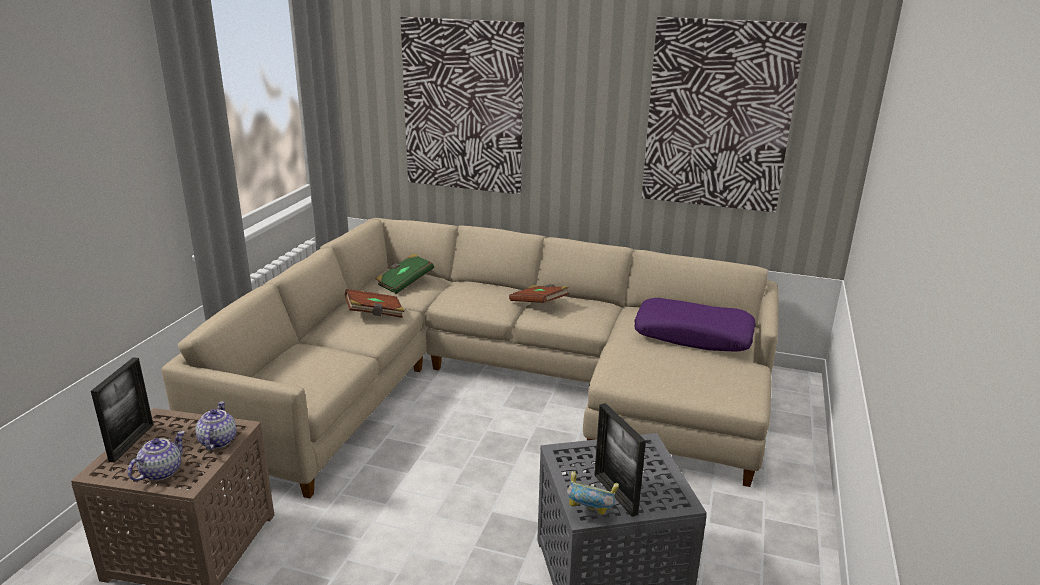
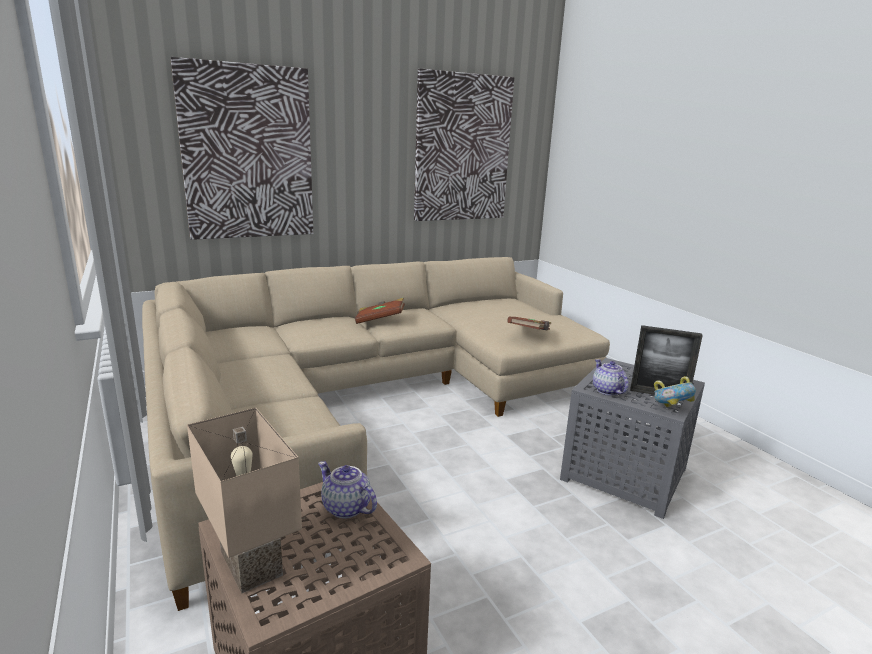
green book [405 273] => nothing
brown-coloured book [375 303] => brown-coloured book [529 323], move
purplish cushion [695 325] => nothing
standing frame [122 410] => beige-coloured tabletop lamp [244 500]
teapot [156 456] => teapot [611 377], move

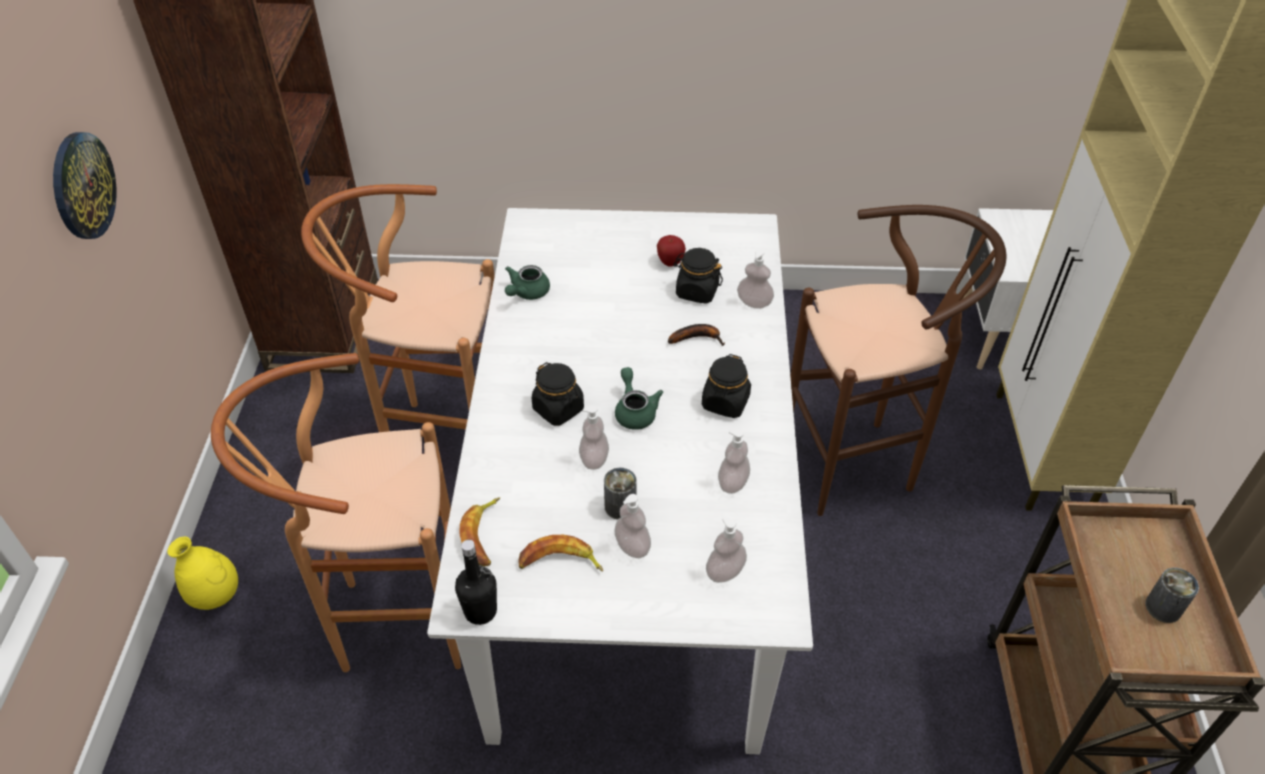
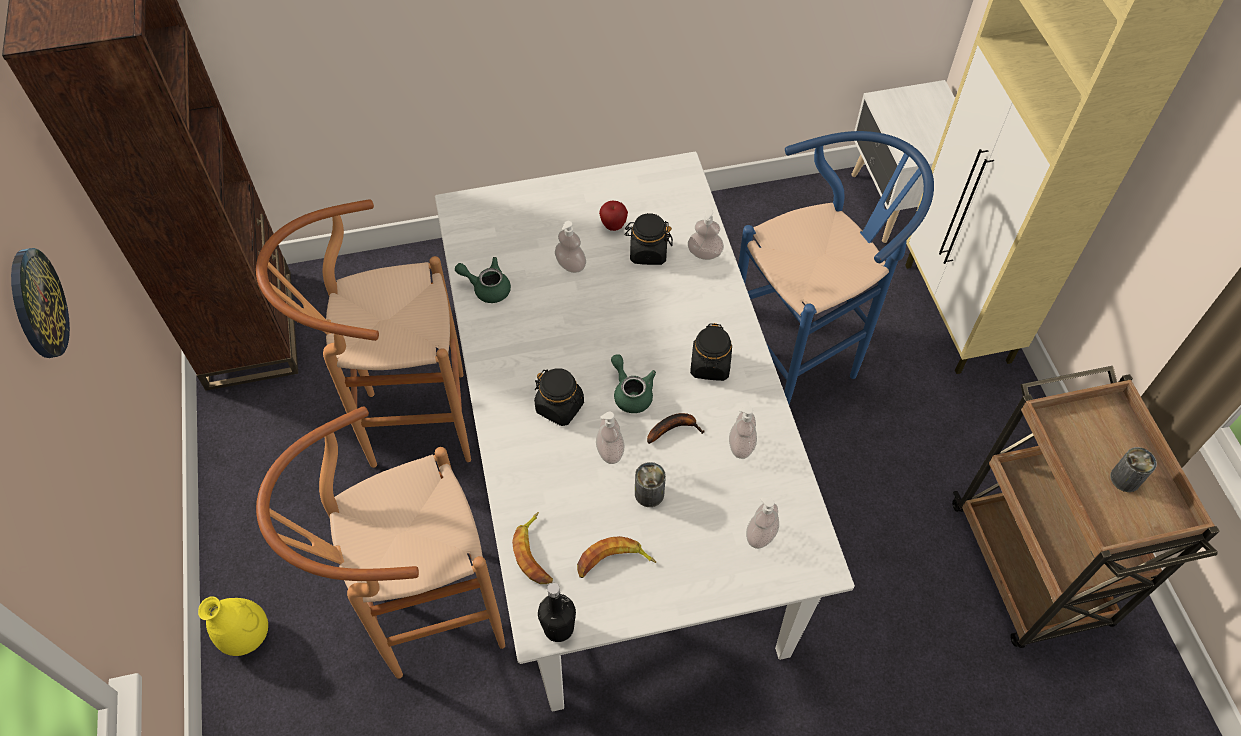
brown-coloured stool seat [898 360] => blue-coloured stool seat [836 268]
green teapot [527 282] => green teapot [483 280], 90 degrees clockwise
banana [696 335] => banana [676 428], move
soap dispenser [632 526] => soap dispenser [570 247], move

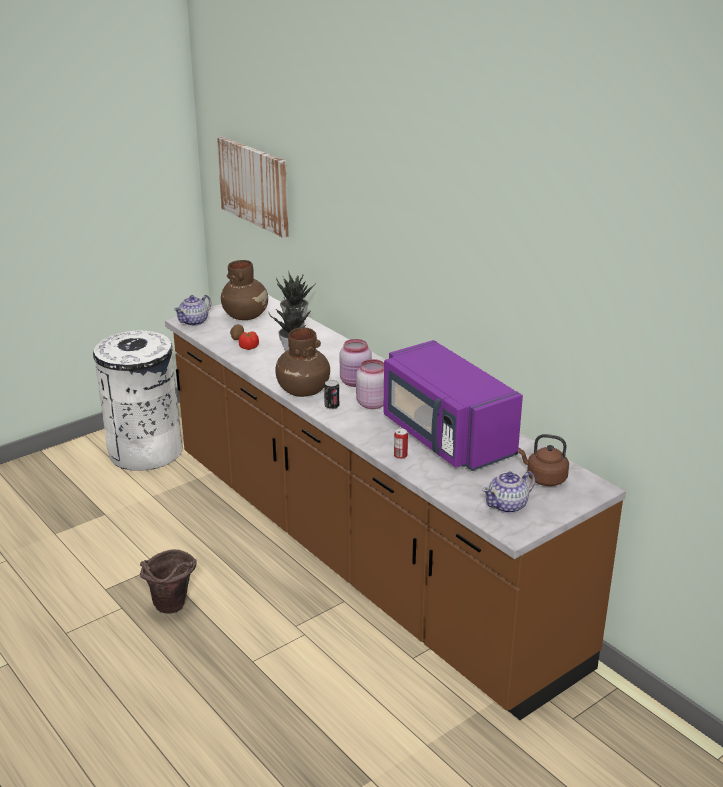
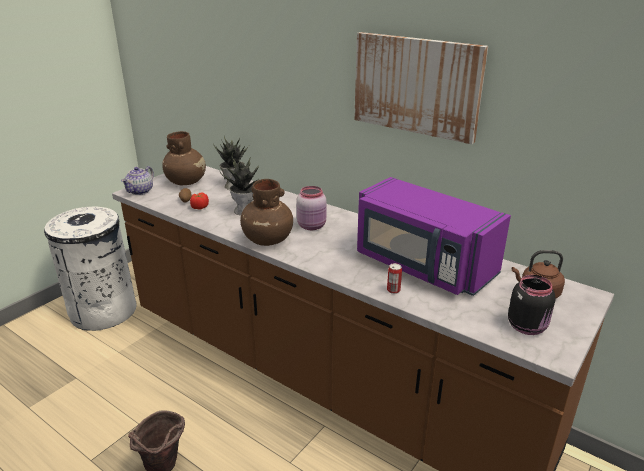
wall picture [253 187] => wall picture [421 88], move
pink storage jar [370 384] => nothing
sealed can [331 395] => nothing
teapot [508 492] => black storage jar [532 305]

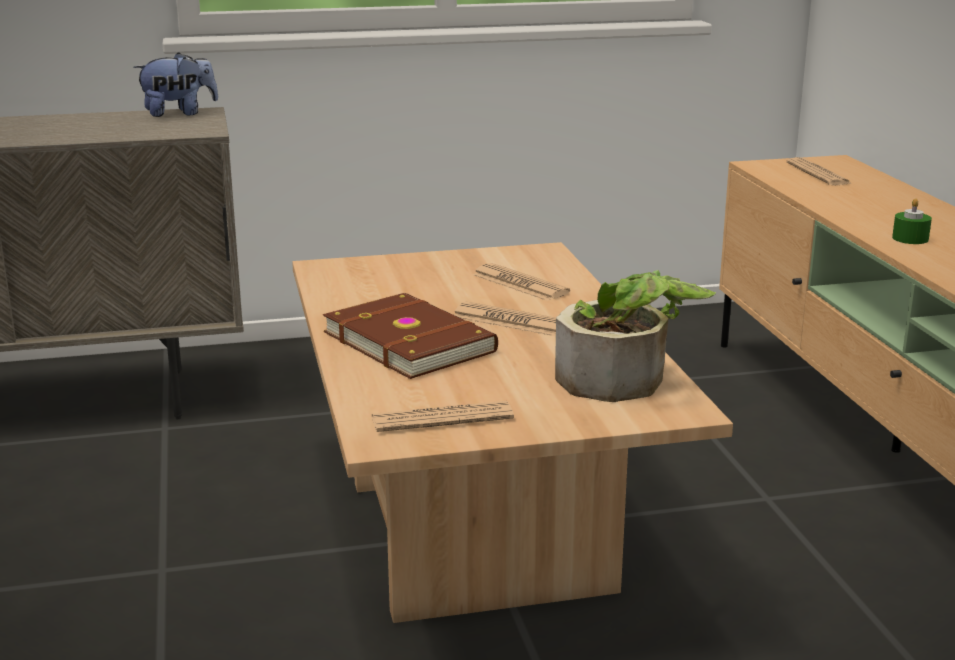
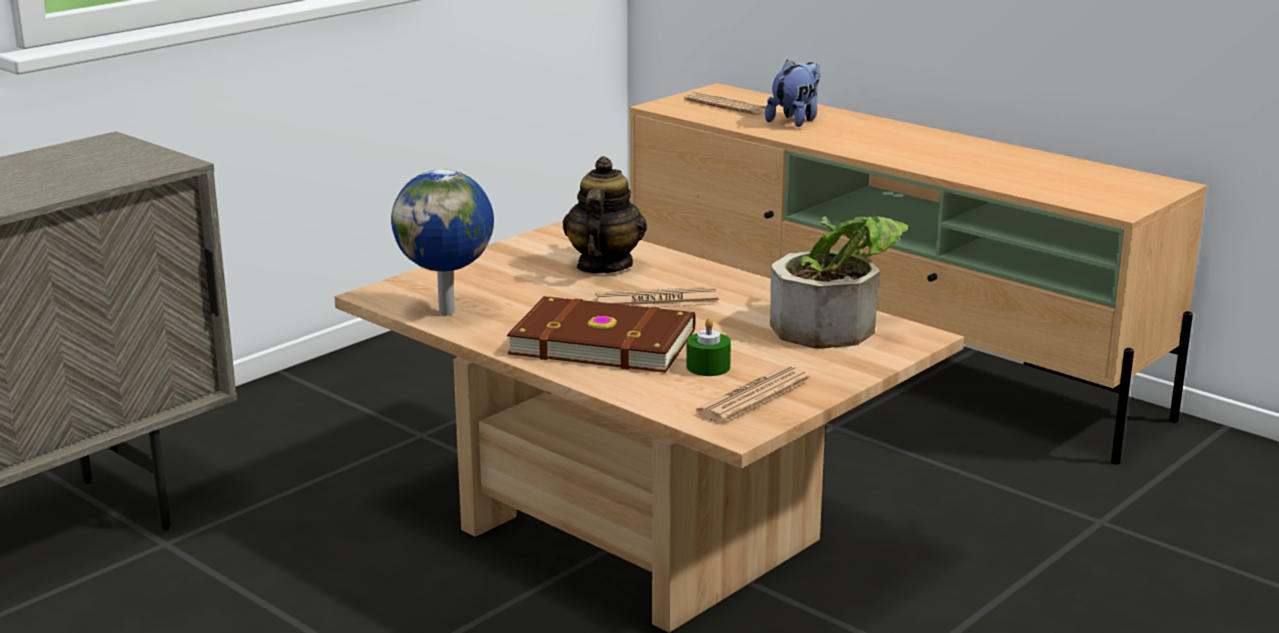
soft toy [175 84] => soft toy [792 93], move
green wax candle [912 221] => green wax candle [708 347], move
daily paper [521 282] => teapot [605 215]
nothing => world globe [442 242]

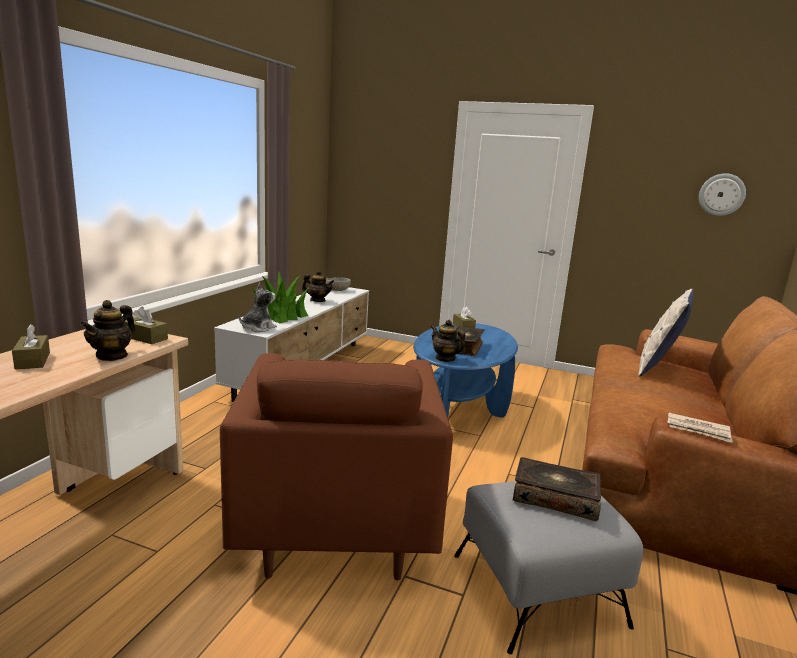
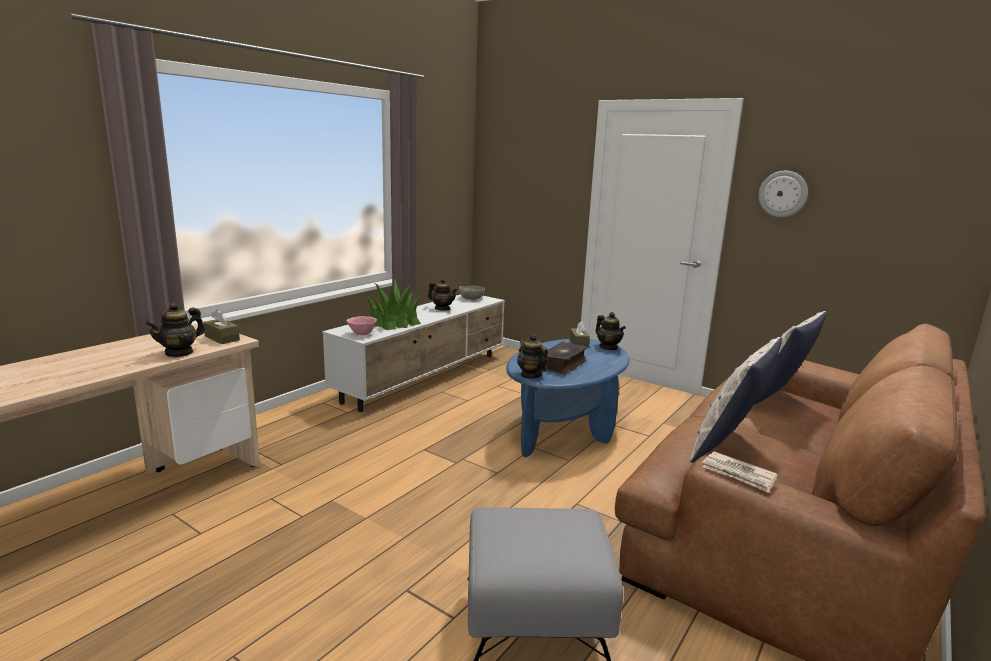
hanging clock [722 194] => hanging clock [783 194], move
soft toy [257 307] => pink bowl [361 325]
brown-coloured box of tissues [31 347] => nothing
brown-coloured armchair [336 466] => nothing
book [557 489] => nothing
nothing => teapot [610 331]
nothing => cushion [736 400]

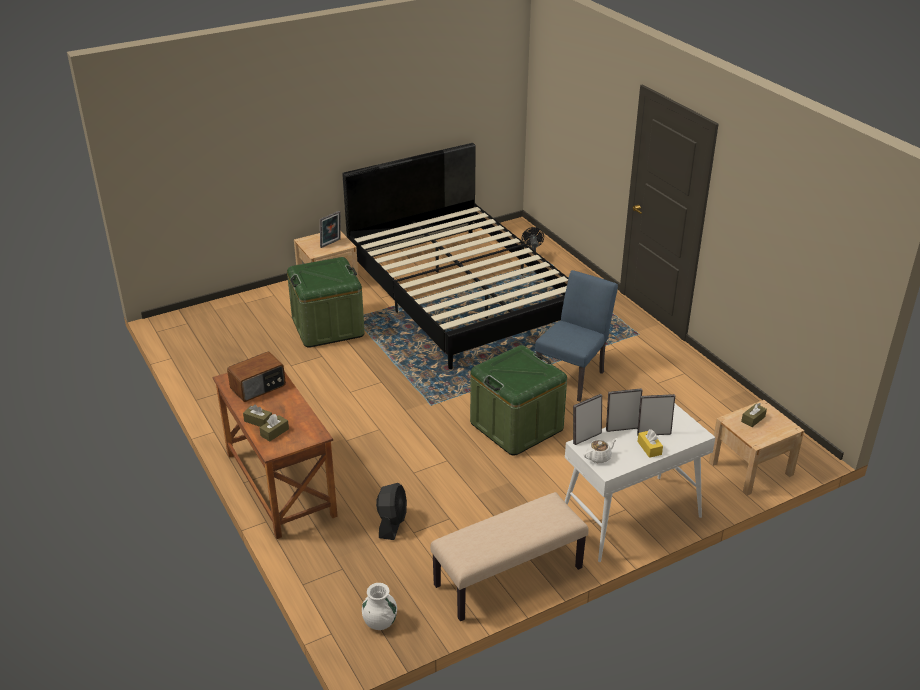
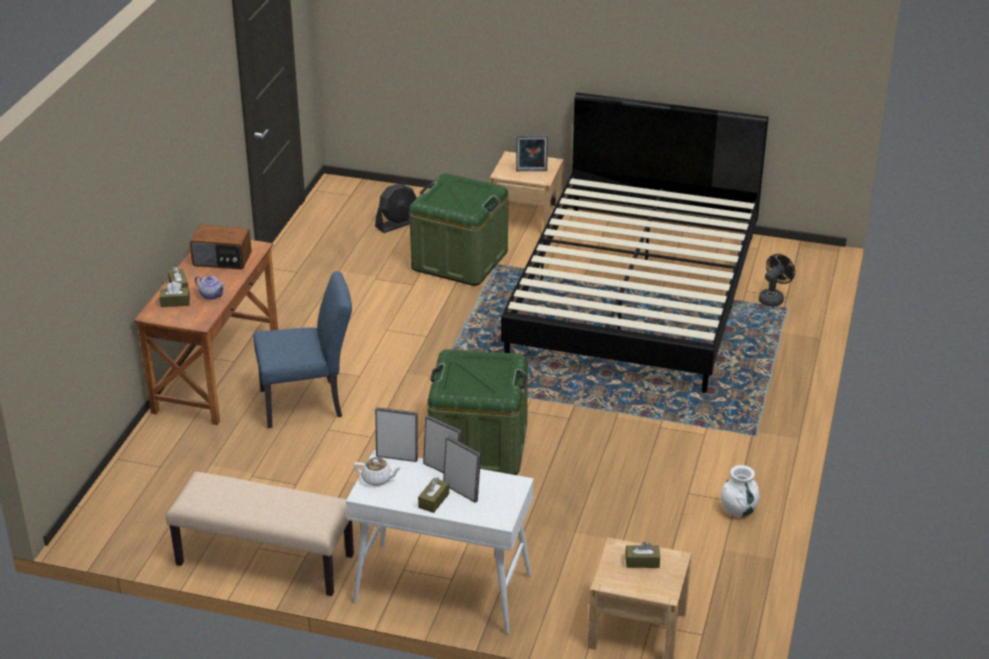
blue-coloured upright chair [576 336] => blue-coloured upright chair [303 349], move
yellow box of tissues [650 443] => brown-coloured box of tissues [433 495]
black electric fan [391 511] => black electric fan [396 208], move
whitish flower vase [379 606] => whitish flower vase [740 491], move
nothing => teapot [210 288]

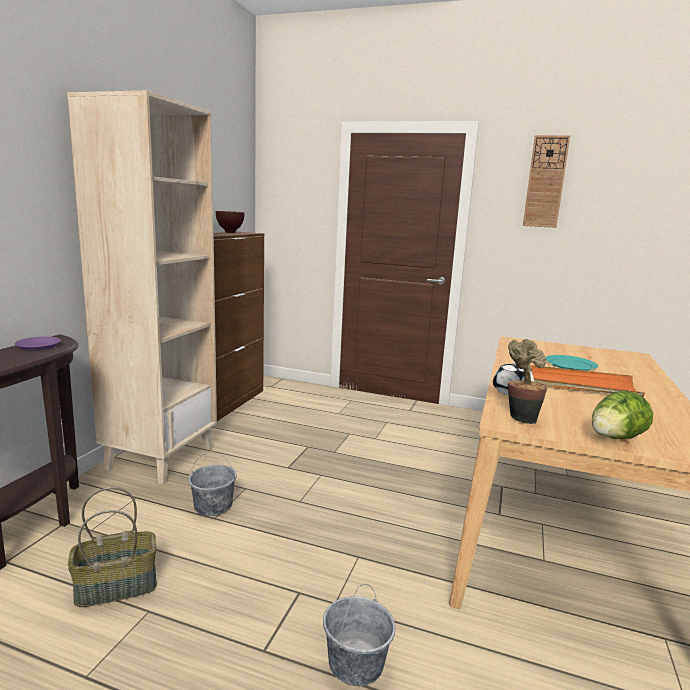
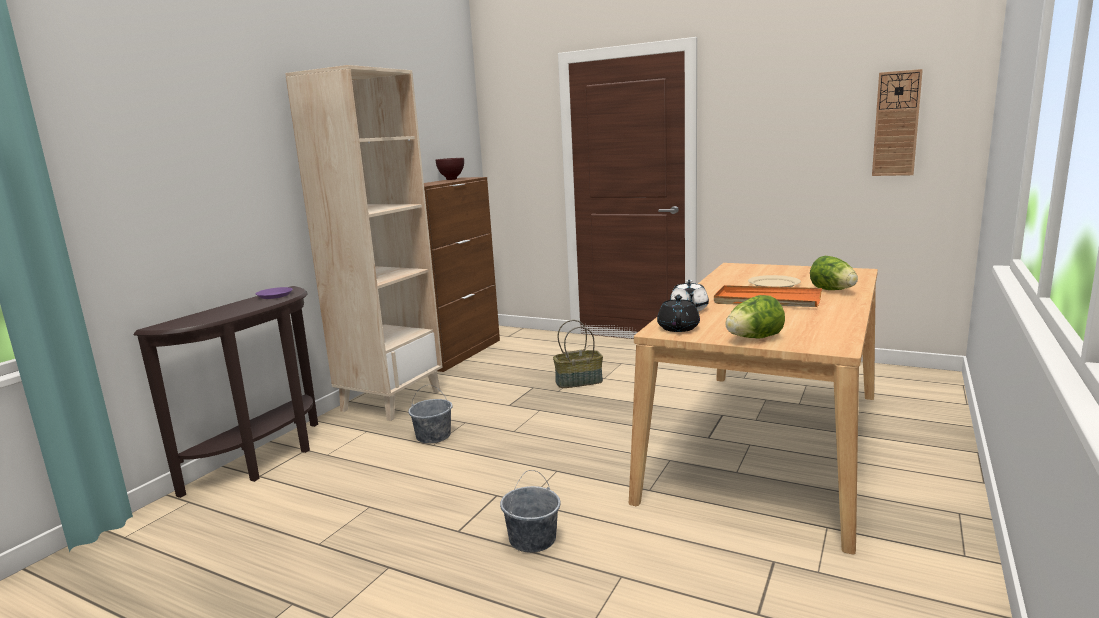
hanging clock [546 181] => hanging clock [897 122], move
potted plant [527 381] => black teapot [678 313]
turquoise-coloured plate [572 363] => beige-coloured plate [774 281]
storage basket [112 547] => storage basket [578 354], move
nothing => lettuce head [834 273]

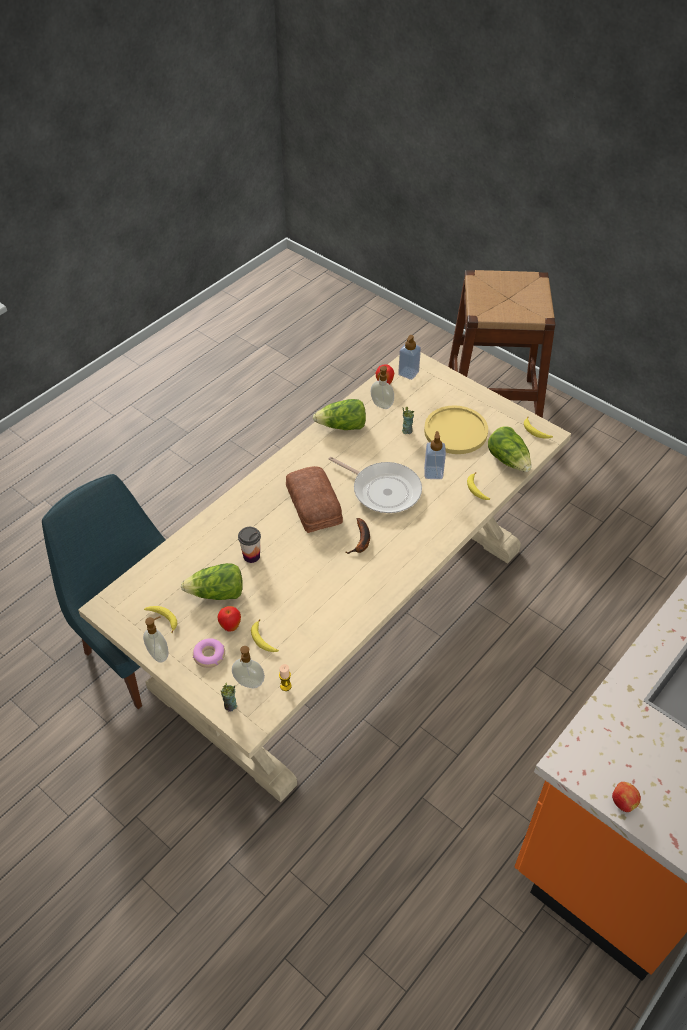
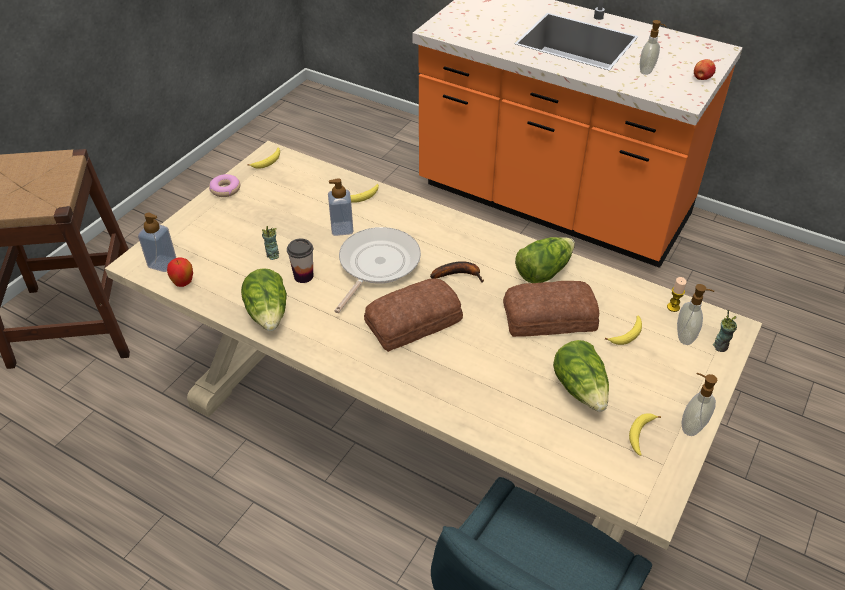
soap dispenser [382 387] => soap dispenser [653 47], move
yellow plate [456 429] => nothing
lettuce head [509 449] => lettuce head [545 260], move
drinking cup [249 545] => drinking cup [300 260], move
apple [229 619] => nothing
doughnut [209 653] => doughnut [224 185], move
nothing => baked bread [551 309]

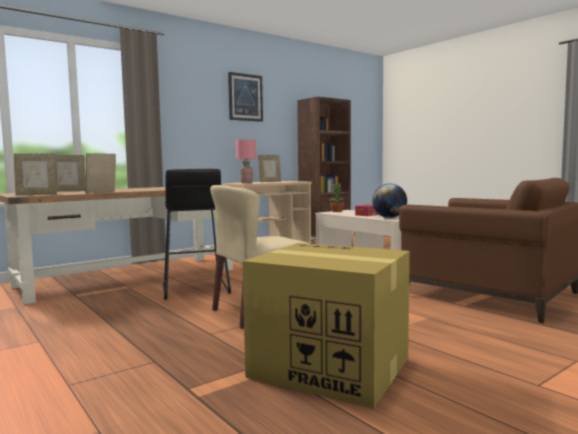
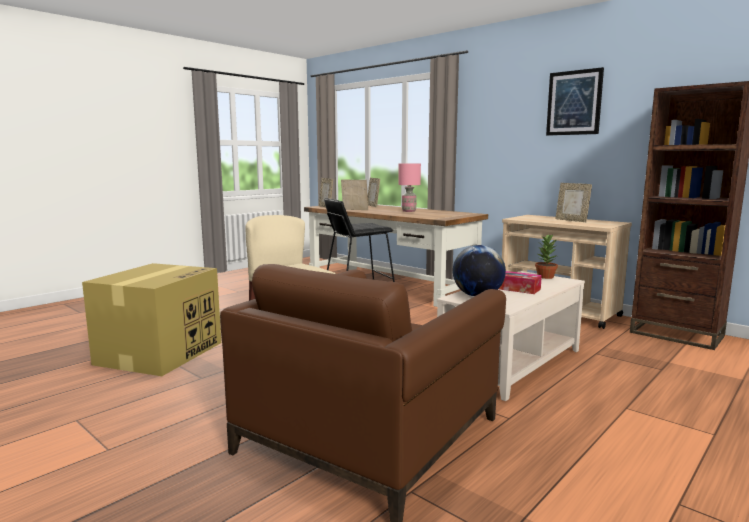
pink tabletop lamp [246 161] => pink tabletop lamp [409 187], move

